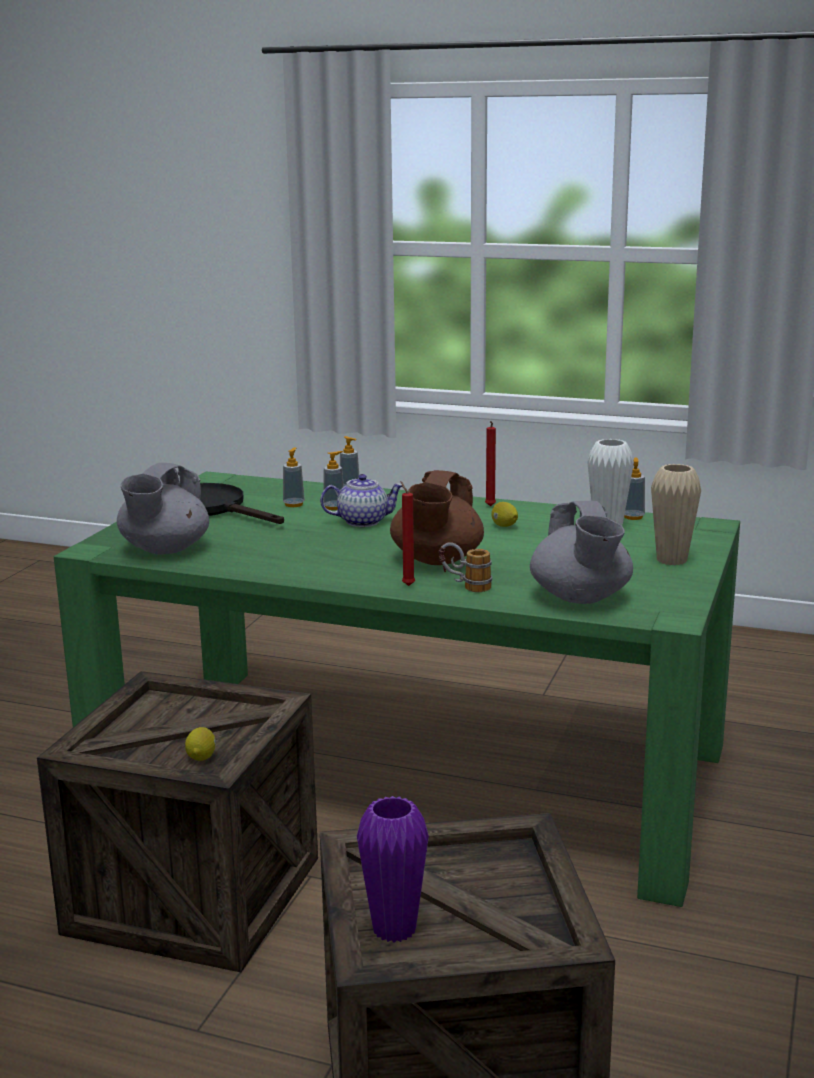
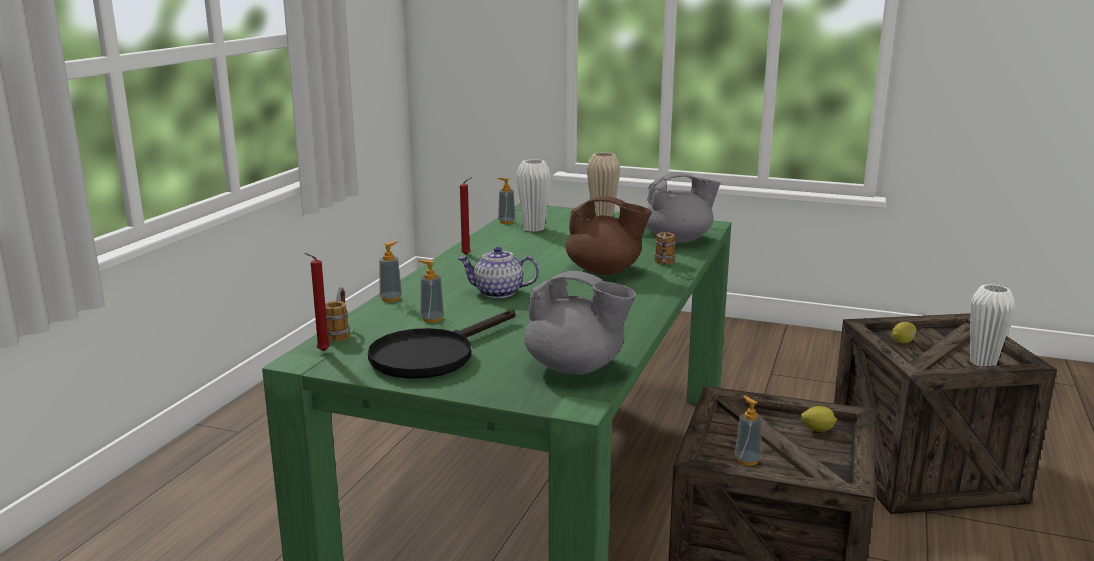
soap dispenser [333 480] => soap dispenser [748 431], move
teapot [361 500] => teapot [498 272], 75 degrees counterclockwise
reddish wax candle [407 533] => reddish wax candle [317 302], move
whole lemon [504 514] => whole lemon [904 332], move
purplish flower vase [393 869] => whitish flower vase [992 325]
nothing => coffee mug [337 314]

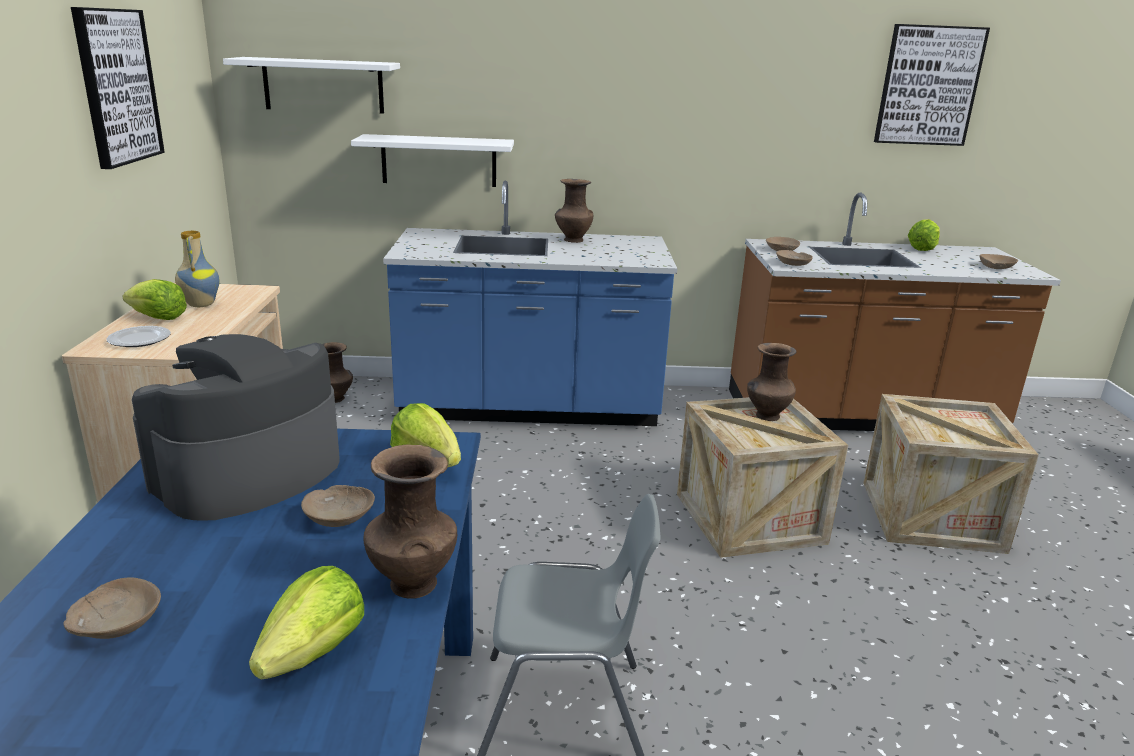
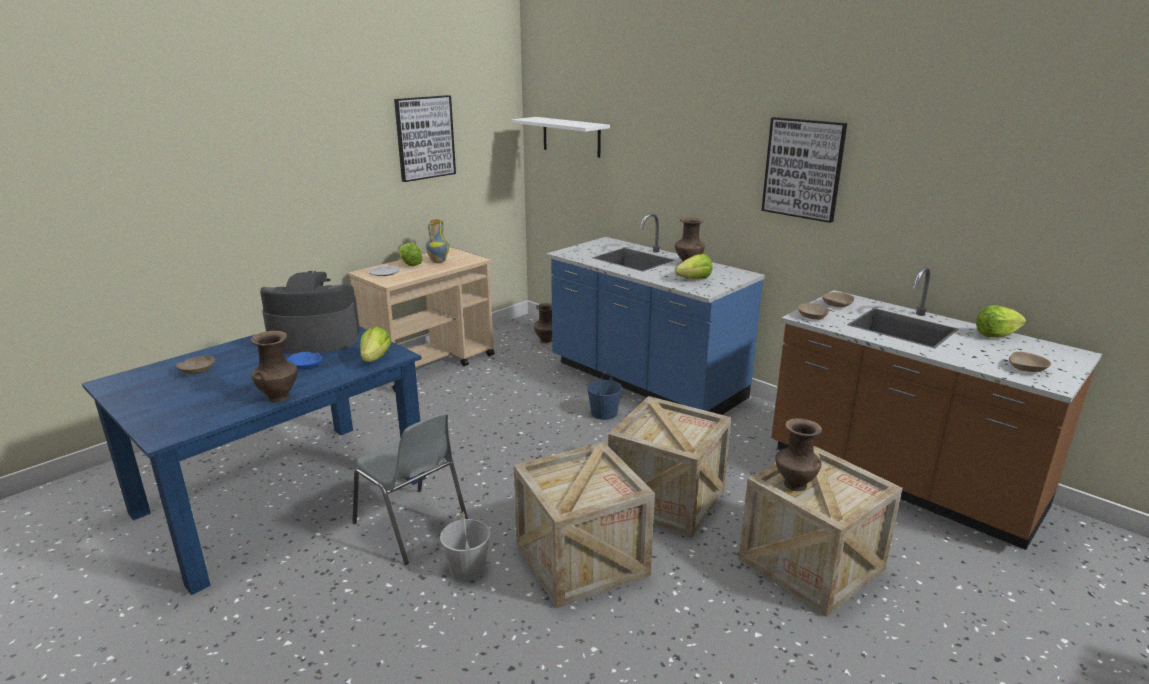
wall picture [932 85] => wall picture [804 170], move
whitish shelf [432 160] => nothing
brown-coloured flower vase [771 382] => brown-coloured flower vase [798 454], move
beige-coloured bowl [338 506] => blue-coloured bowl [304 361]
lettuce head [306 623] => lettuce head [693 266], move
nothing => blue-coloured pail [604 395]
nothing => shipping crate [584 525]
nothing => whitish pail [465 546]

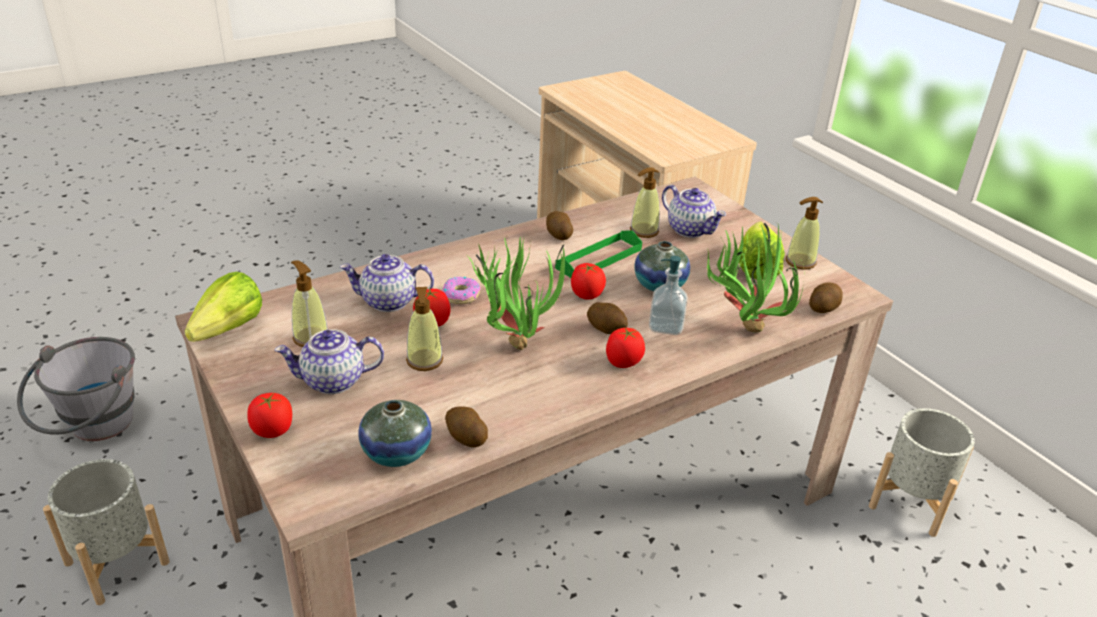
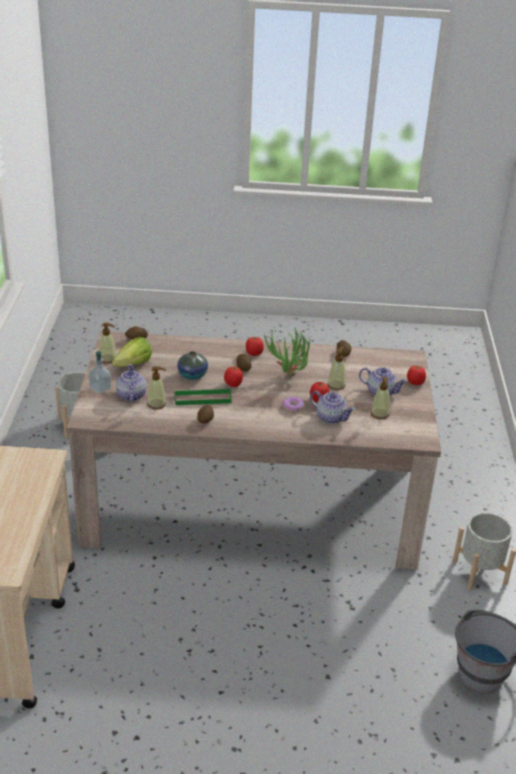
potted plant [755 278] => nothing
soap dispenser [668 295] => soap dispenser [100 372], move
lettuce head [223 307] => nothing
flower vase [395 433] => nothing

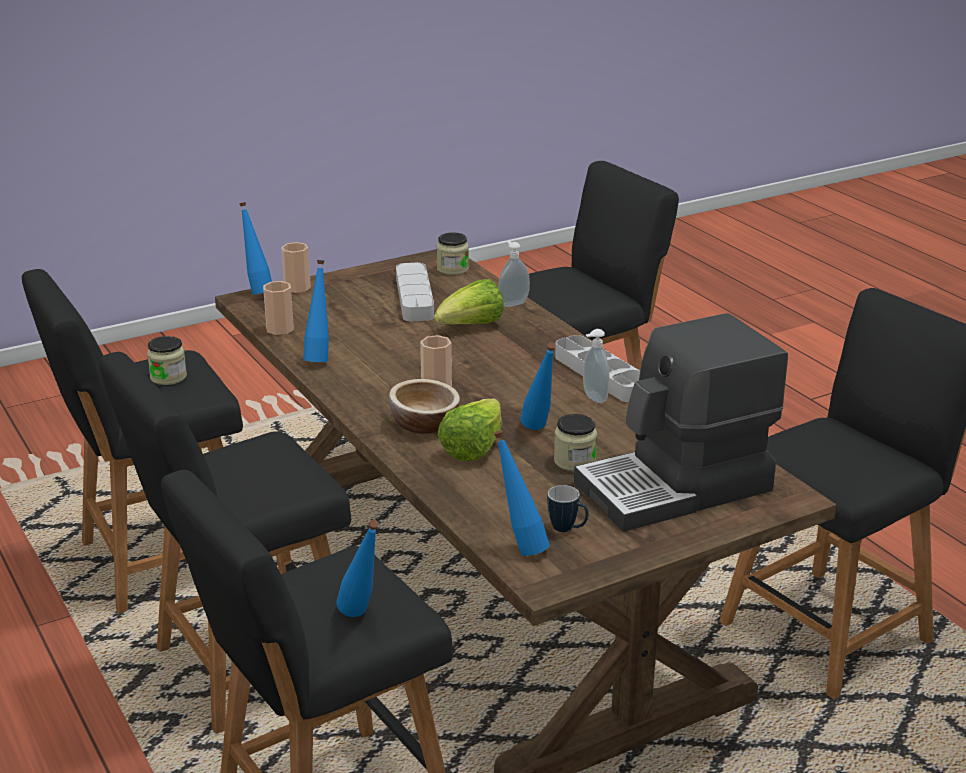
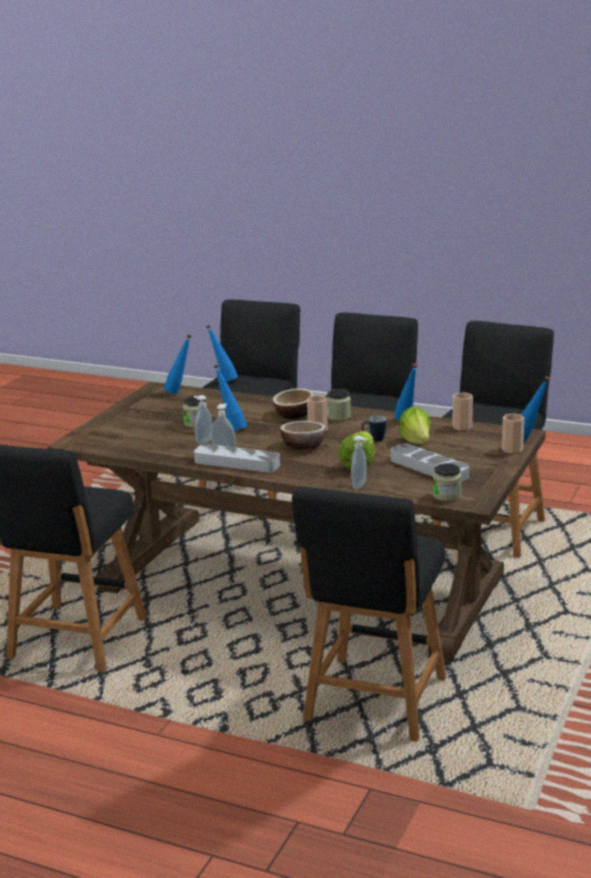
coffee machine [681 422] => nothing
storage jar [167 360] => storage jar [338 405], move
lettuce head [469 429] => lettuce head [415 425], move
coffee mug [568 508] => coffee mug [374 428], move
nothing => soap dispenser [203 419]
nothing => bowl [303 435]

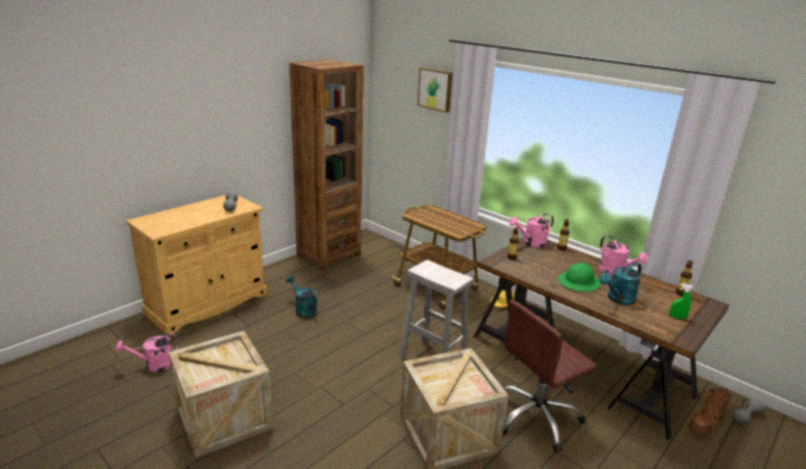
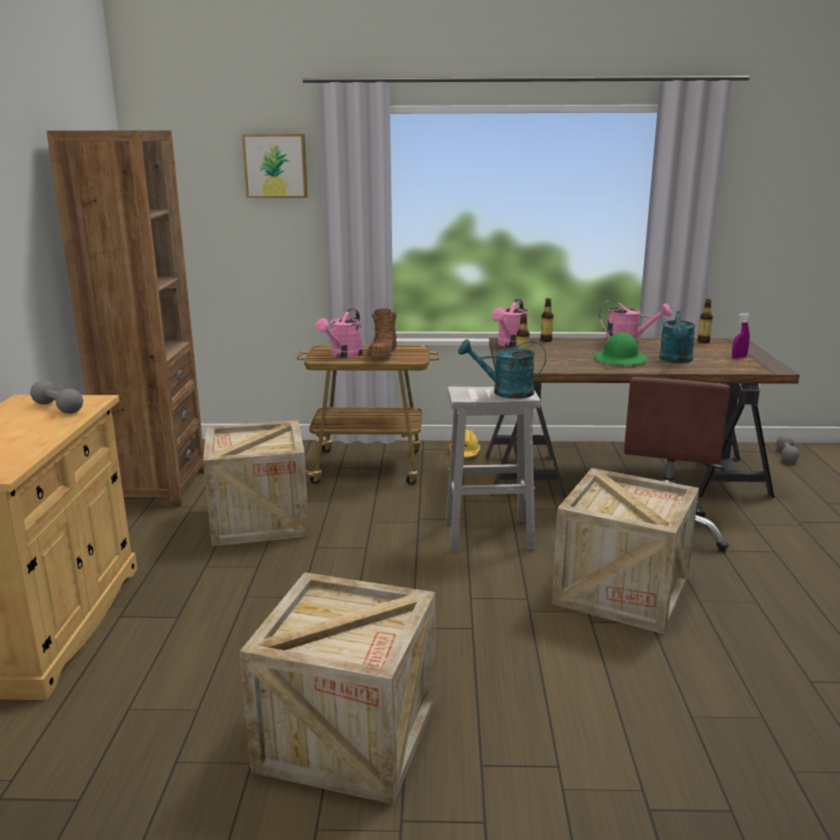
turquoise-coloured watering can [301 297] => turquoise-coloured watering can [502 369], move
green sprayer [681 301] => purplish sprayer [741 335]
pink watering can [147 352] => pink watering can [339 333], move
brown-coloured boot [709 412] => brown-coloured boot [382 333], move
nothing => shipping crate [256 483]

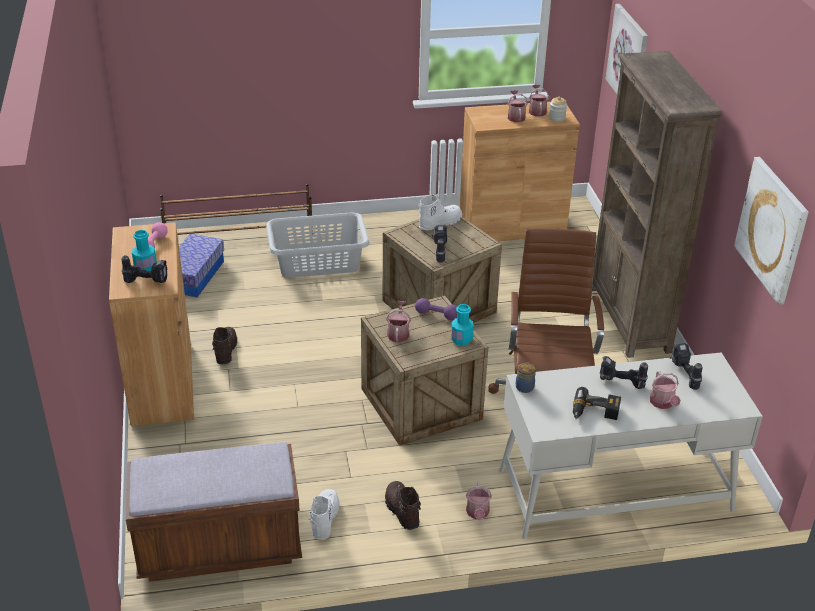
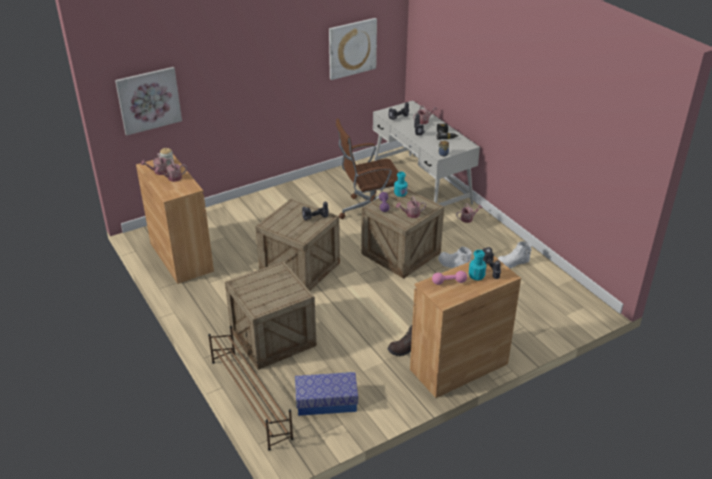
brown-coloured bookcase [657 204] => nothing
whitish boot [440 212] => whitish boot [455 257], move
grey washing basket [318 245] => shipping crate [271 315]
brown-coloured long seat [214 512] => nothing
brown-coloured boot [403 505] => nothing

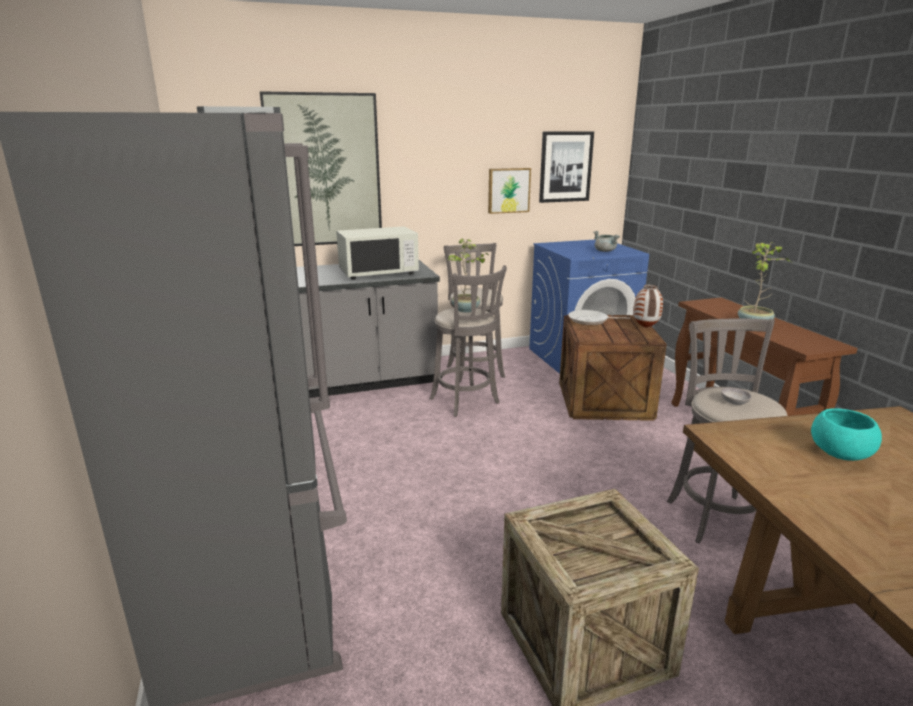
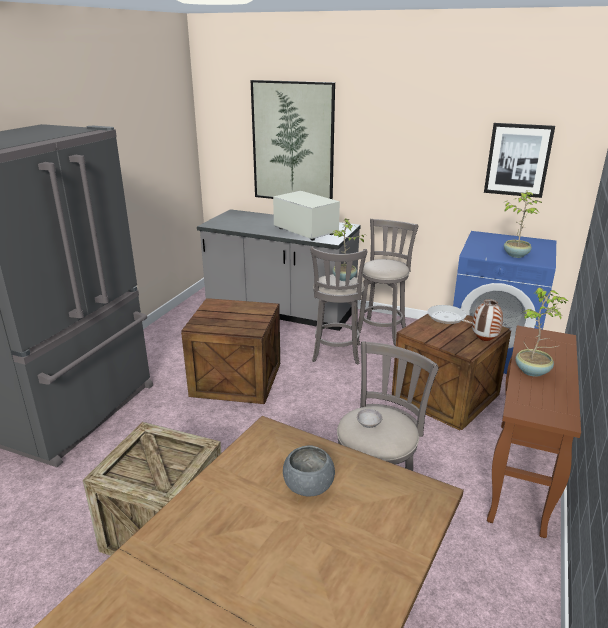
wall picture [509 191] => nothing
whitish microwave [377 253] => whitish microwave [306 216], 150 degrees counterclockwise
grey stockpot [606 241] => potted plant [523 224]
turquoise-coloured bowl [846 434] => grey bowl [309 471]
nothing => shipping crate [230 351]

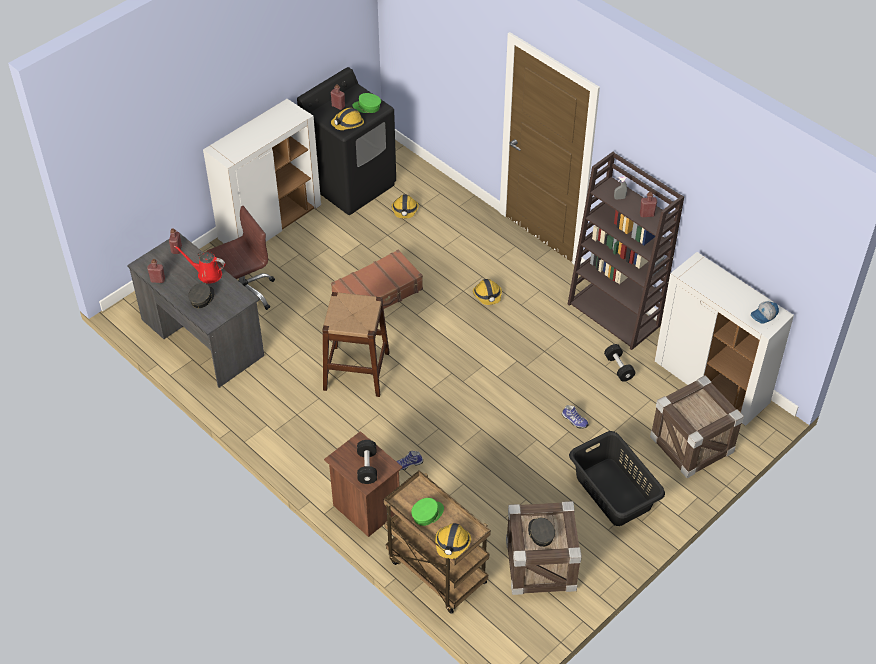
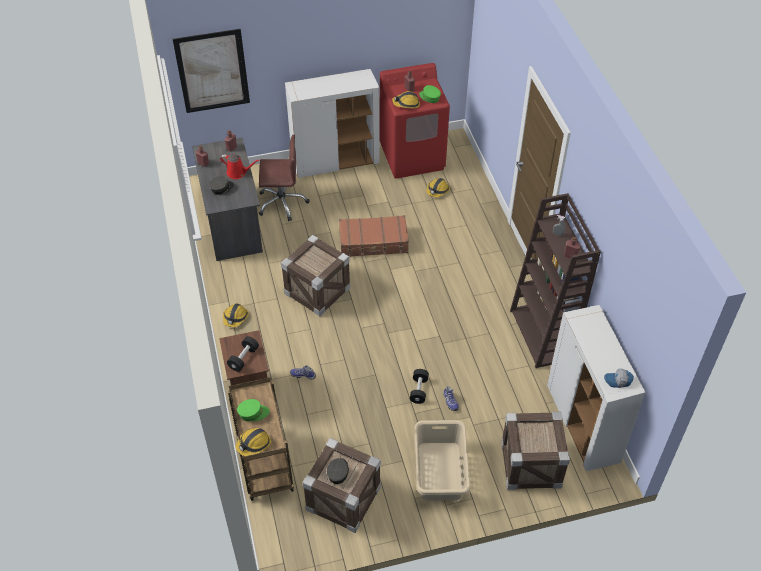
black laundry machine [346 141] => reddish laundry machine [415 121]
reddish watering can [199 265] => reddish watering can [239 166], 150 degrees clockwise
safety helmet [487 292] => safety helmet [236 315], move
brown-coloured stool seat [356 344] => shipping crate [316 275]
black hand weight [620 362] => black hand weight [419 386], move
black washing basket [617 478] => beige-coloured washing basket [442 460]
nothing => wall picture [211 71]

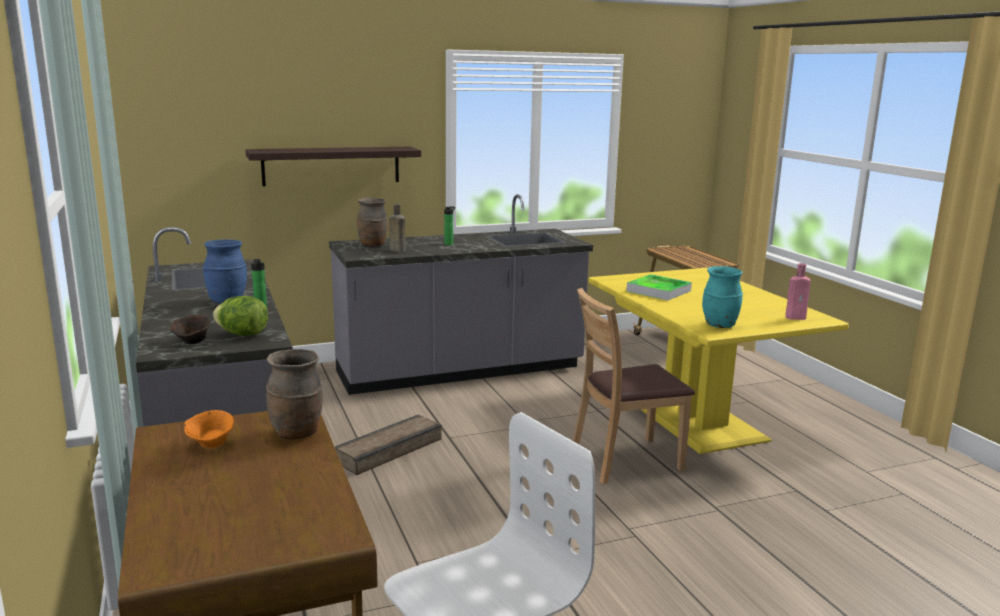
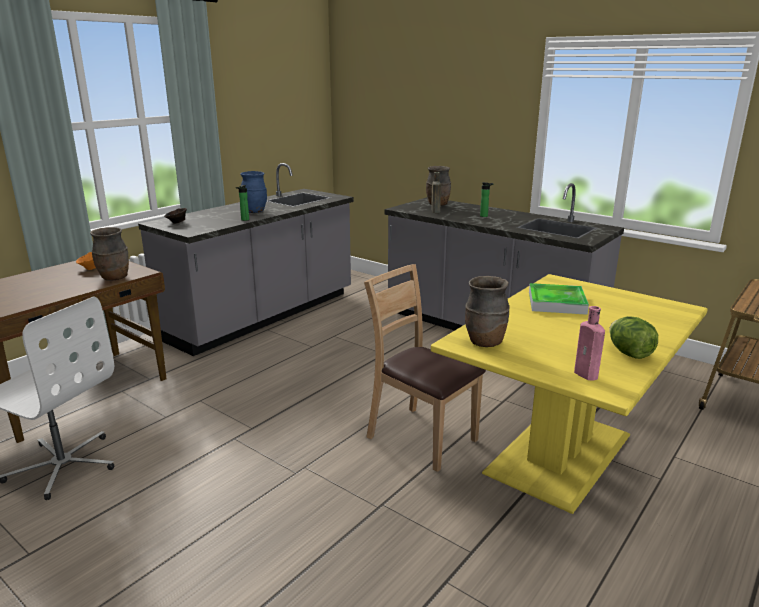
shelf [333 166] => nothing
turquoise-coloured flower vase [722 297] => brown-coloured flower vase [487 311]
lettuce head [240 316] => lettuce head [633 337], move
shipping crate [388 444] => nothing

